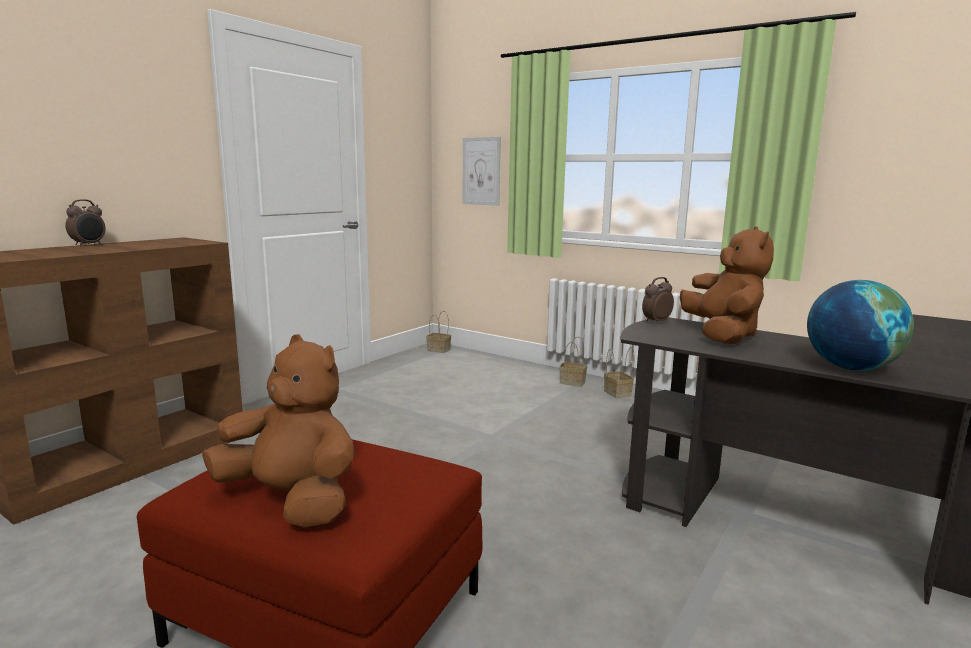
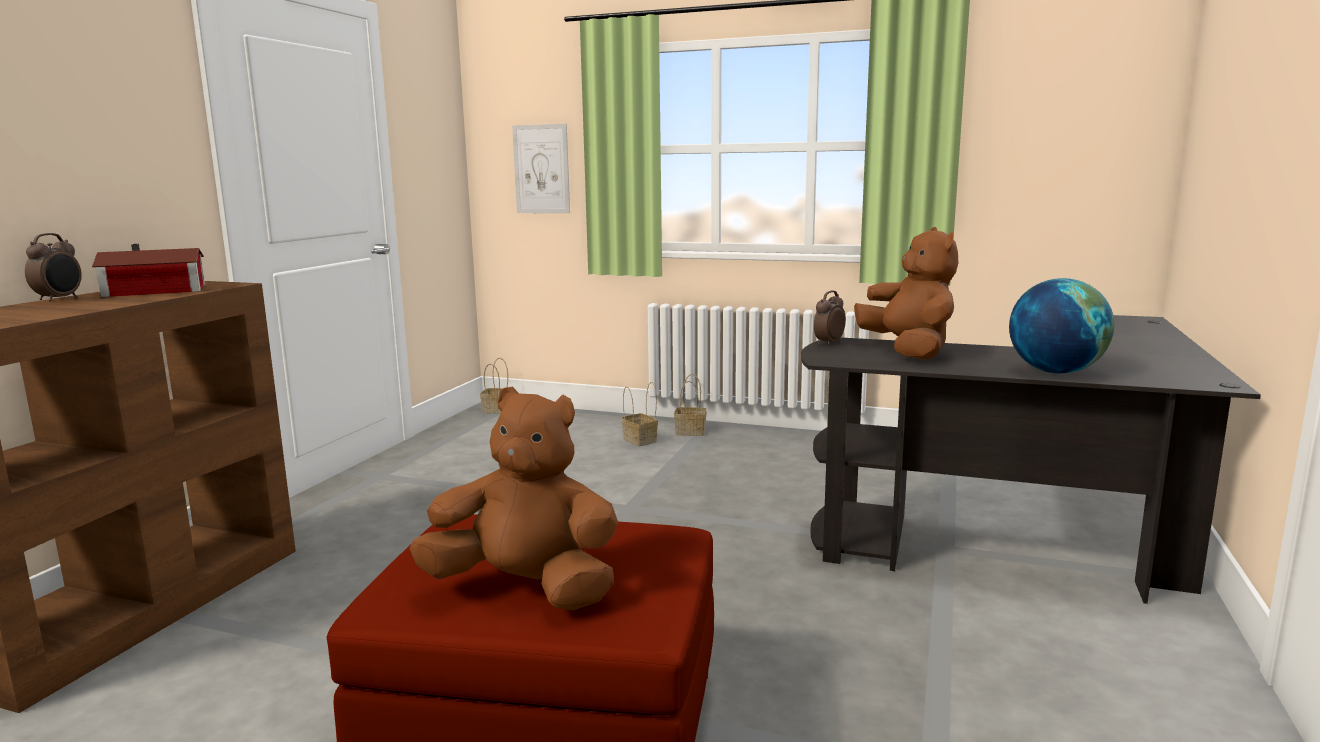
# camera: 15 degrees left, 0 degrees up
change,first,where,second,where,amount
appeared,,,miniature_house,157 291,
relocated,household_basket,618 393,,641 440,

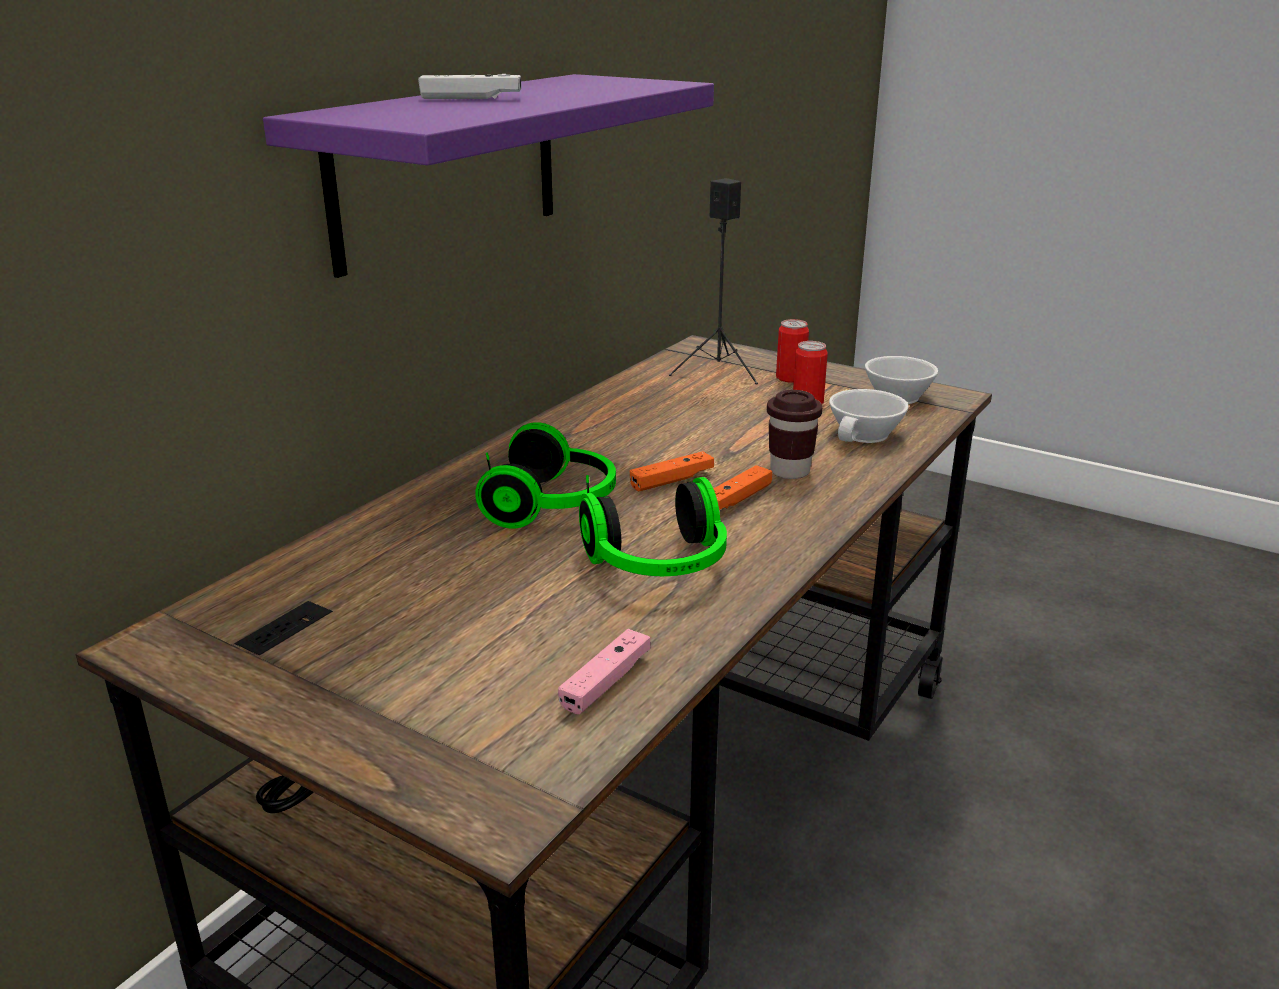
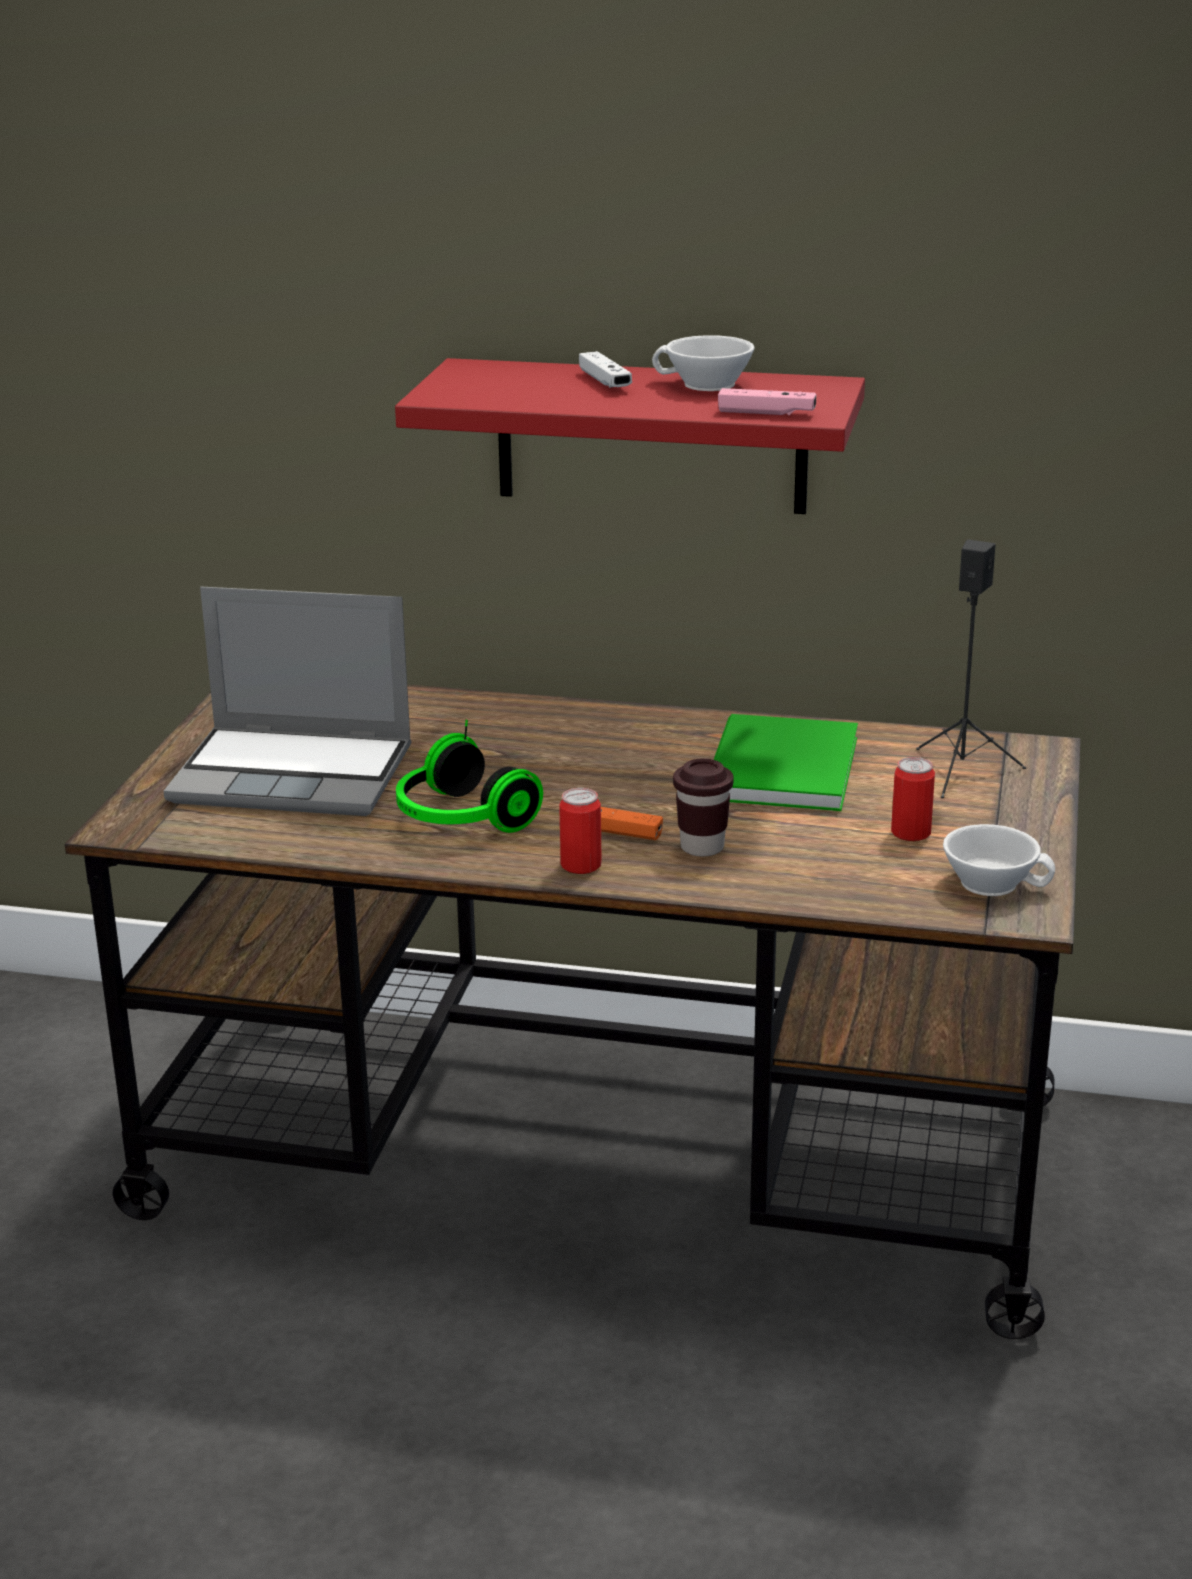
# camera: 70 degrees right, 0 degrees up
change,first,where,second,where,amount
appeared,,,notebook_computer,296 774,
colour,purple_shelf,448 169,reddish_shelf,651 436,
relocated,metal_can,790 378,,581 865,
relocated,white_drinking_cup,867 435,,705 385,
appeared,,,greenish_volume,777 770,
relocated,pink-coloured_game_controller,606 682,,766 413,
missing,pair_of_headphones,554 505,,,
missing,orange-coloured_game_controller,672 480,,,

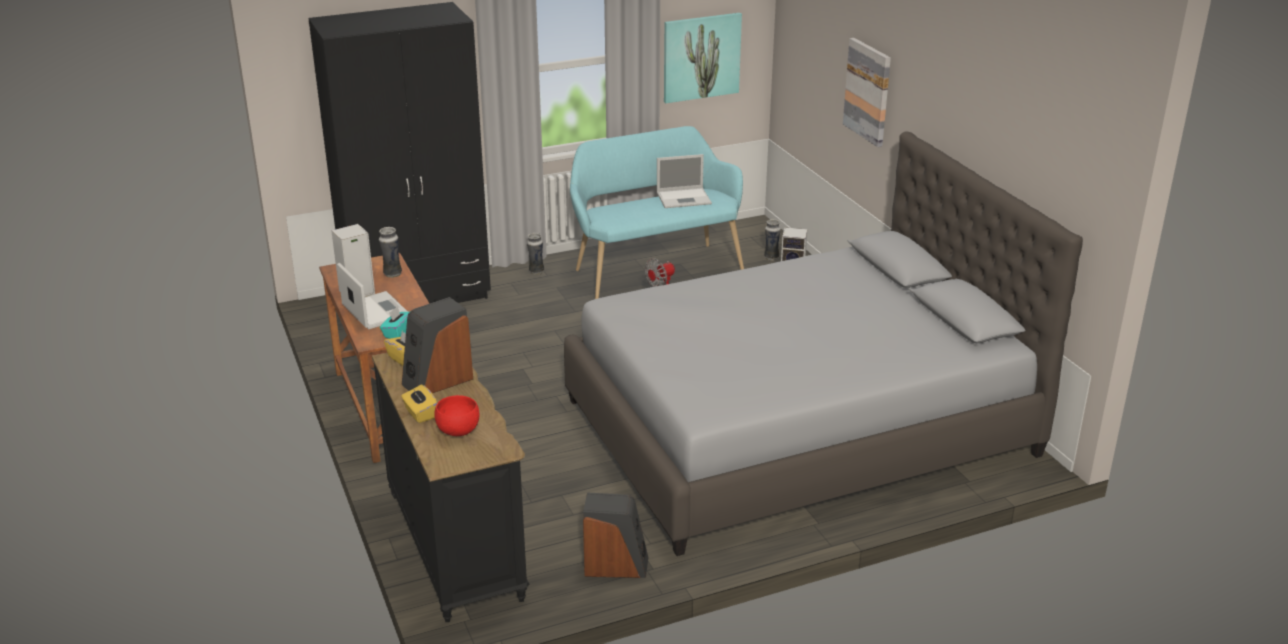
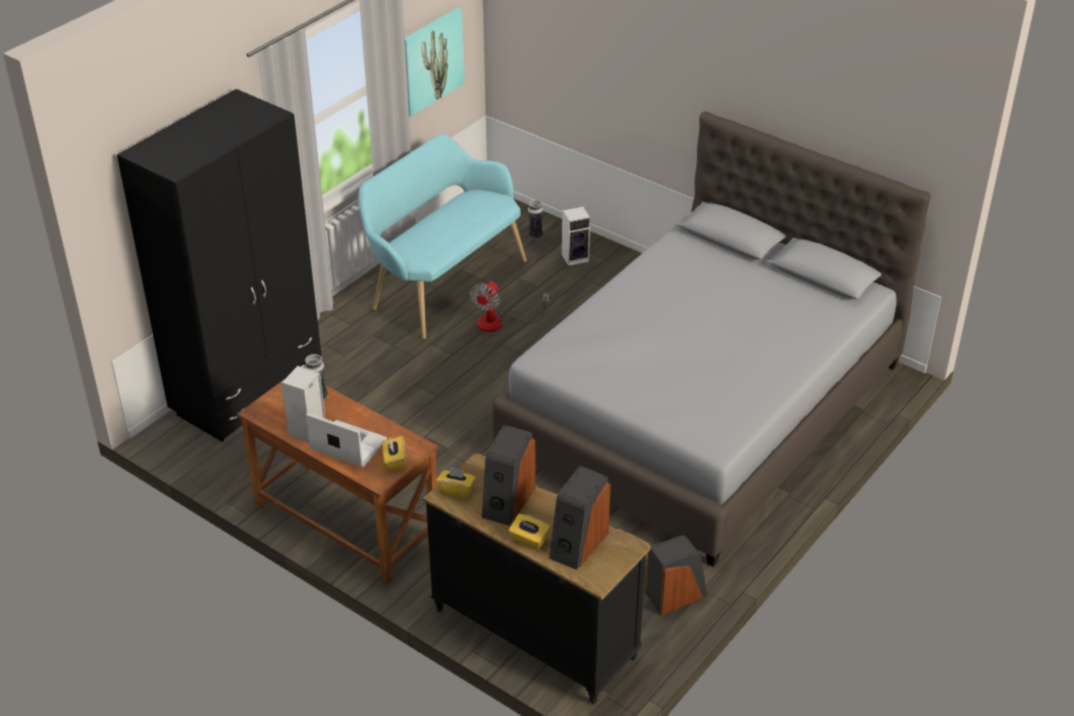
# camera: 30 degrees left, 10 degrees up
change,first,where,second,where,amount
colour,turquoise_box_of_tissues,398 333,yellowish_box_of_tissues,394 461,
exchanged,reddish_deep_dish,459 431,audio_speaker,578 544,
missing,decorative_vase,536 272,,,
missing,notebook_computer,684 198,,,
missing,wall_picture,868 91,,,

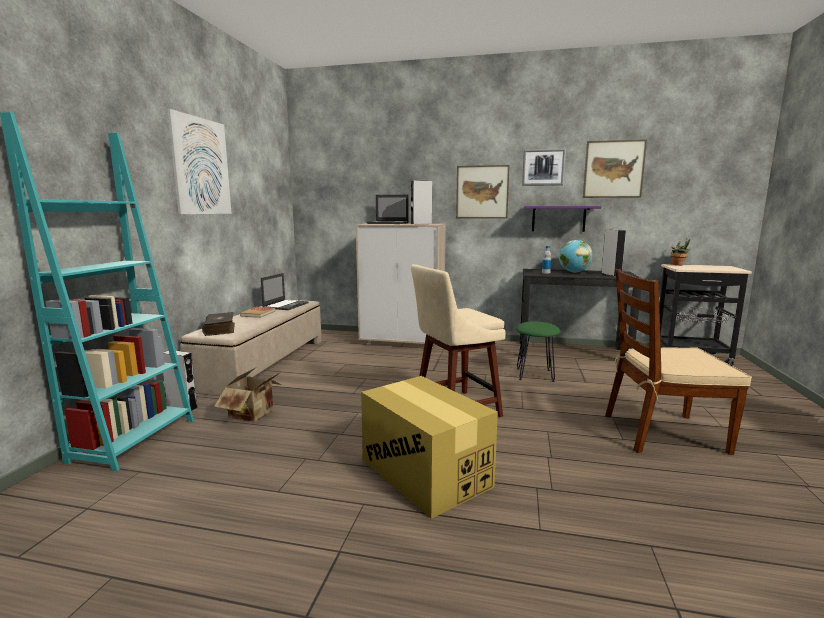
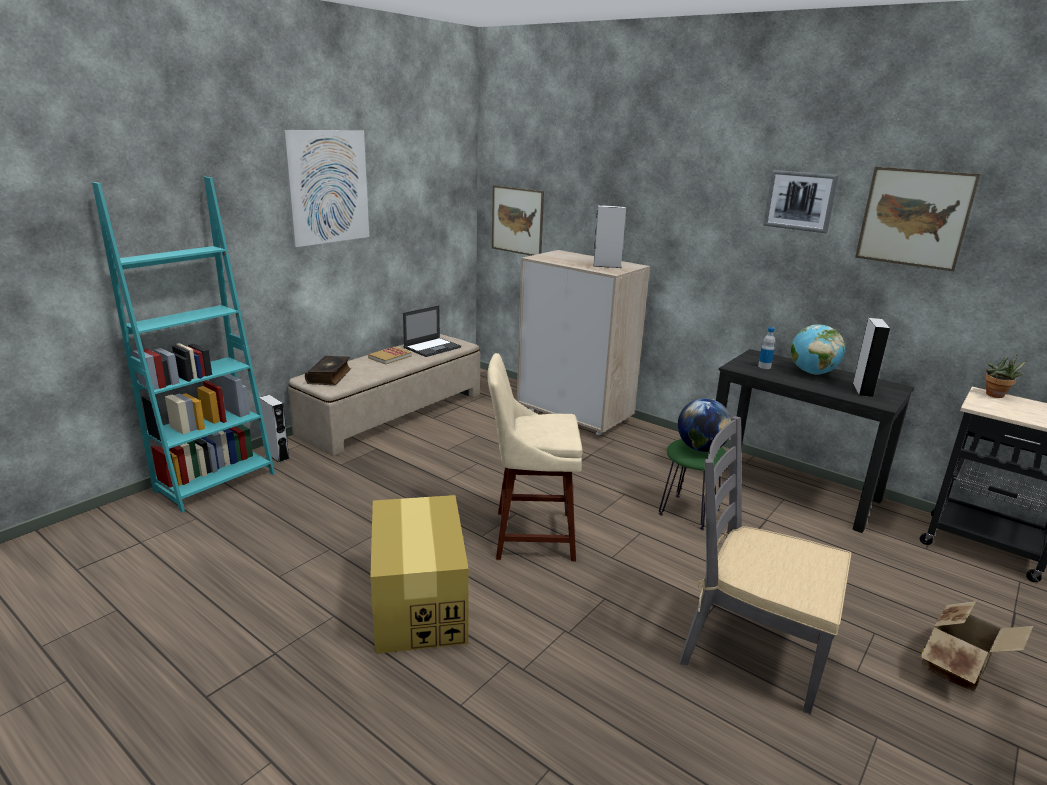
# camera: 25 degrees right, 10 degrees up
change,first,where,second,where,amount
relocated,wall_picture,482 192,,517 220,
appeared,,,globe,701 448,
colour,brown-coloured_upright_chair,662 433,grey_upright_chair,751 650,
relocated,cardboard_box,255 414,,959 670,
missing,notebook_computer,388 223,,,
missing,purple_shelf,558 218,,,

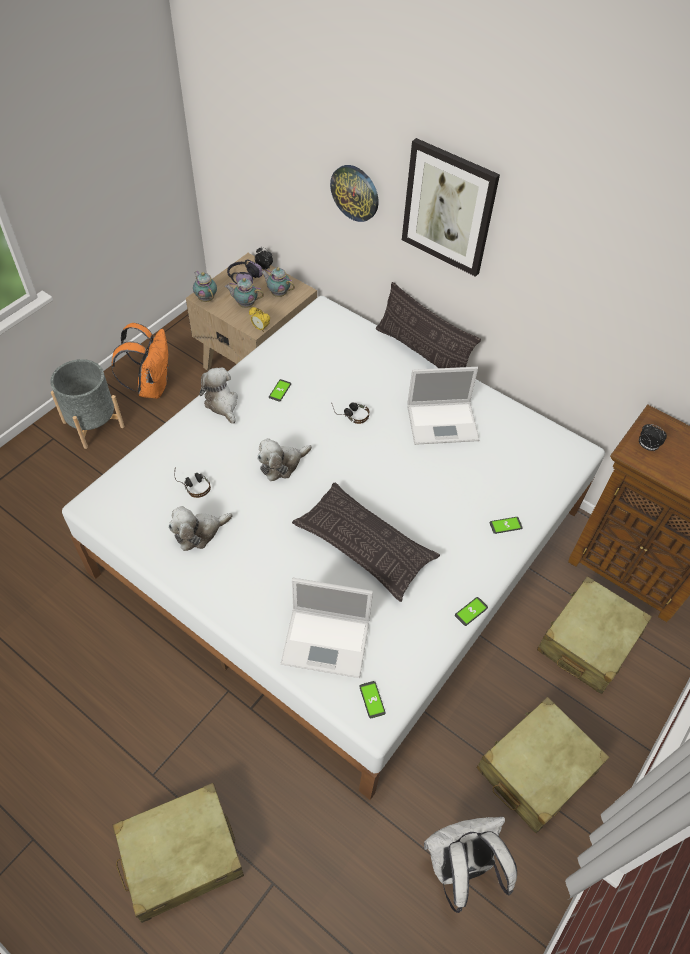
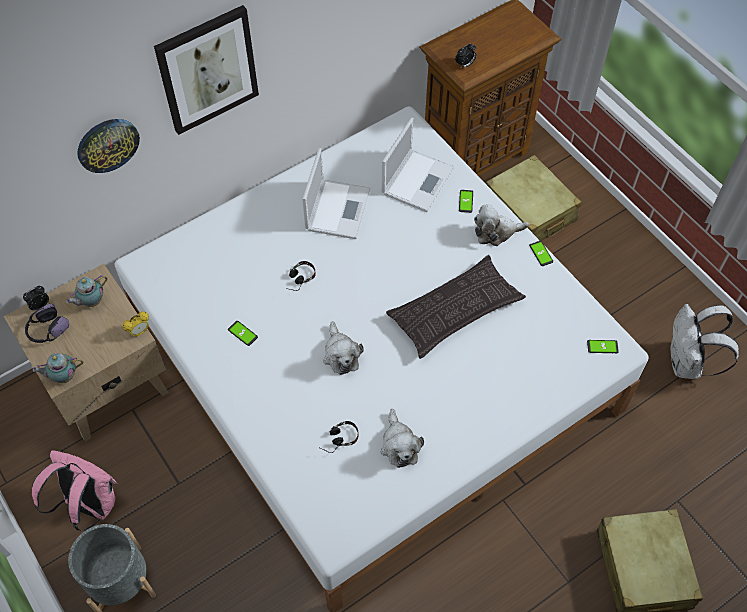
# camera: 70 degrees left, 5 degrees up
change,first,where,second,where,amount
colour,orange-coloured_knapsack,152 386,pink-coloured_knapsack,89 504,
relocated,notebook_computer,327 642,,418 179,
relocated,soft_toy,222 404,,496 232,
missing,pot_for_tea,245 304,,,
missing,pillow,422 354,,,
missing,beige_travel_case,536 769,,,

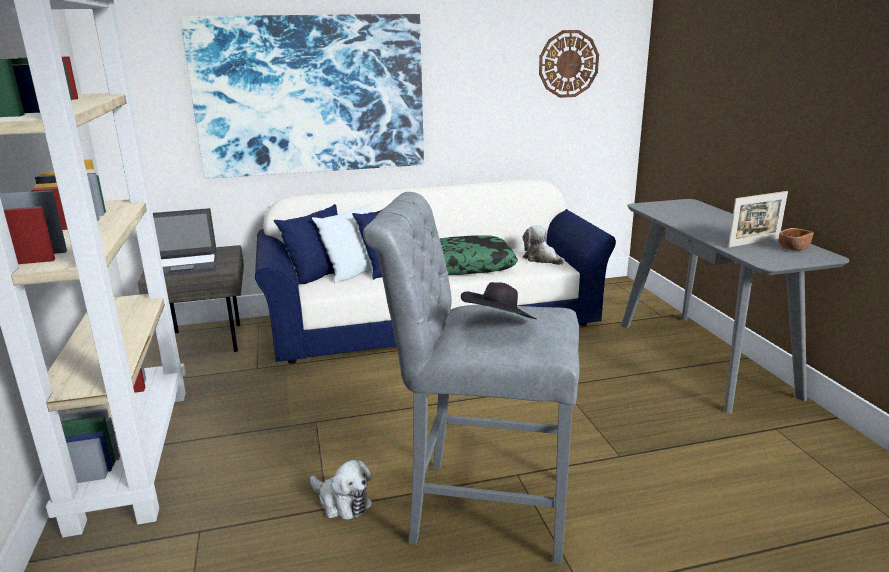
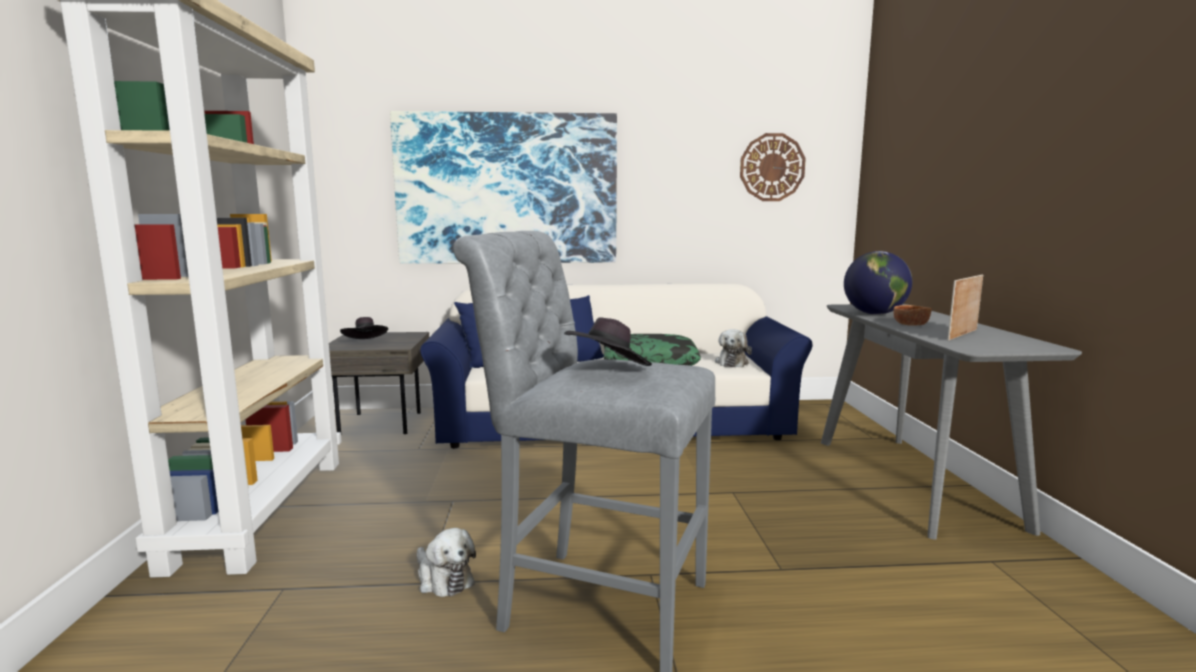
# camera: 10 degrees right, 10 degrees down
change,first,where,second,where,amount
exchanged,notebook_computer,184 266,blackish_wearable_hat,366 342,
spun,soft_toy,541 259,,732 362,135 degrees counterclockwise
appeared,,,globe,874 314,
relocated,brown-coloured_deep_dish,793 248,,910 324,
spun,picture_frame,754 242,,962 334,150 degrees clockwise

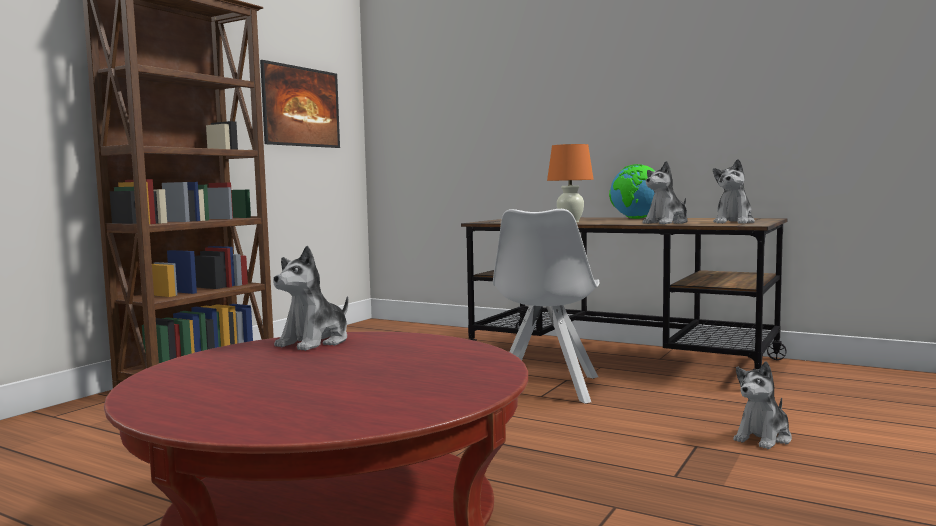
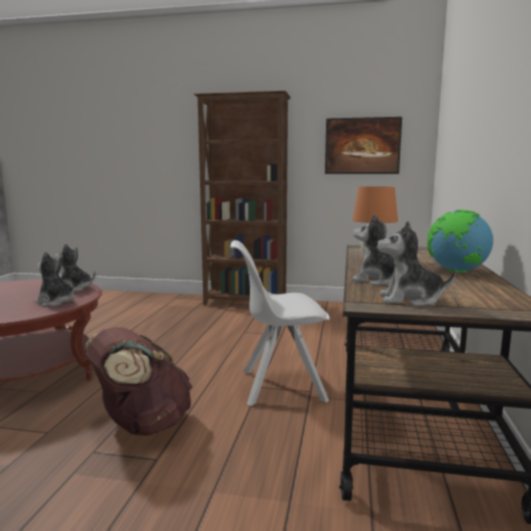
# camera: 70 degrees right, 5 degrees up
change,first,where,second,where,amount
relocated,soft_toy,763 438,,56 302,
appeared,,,brown-coloured_knapsack,142 425,

